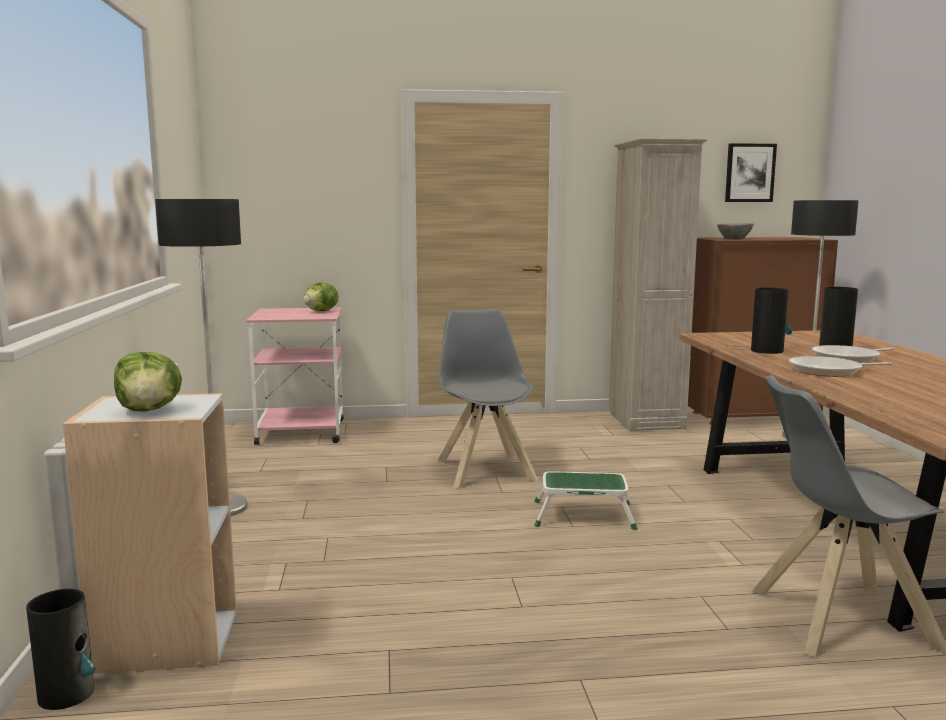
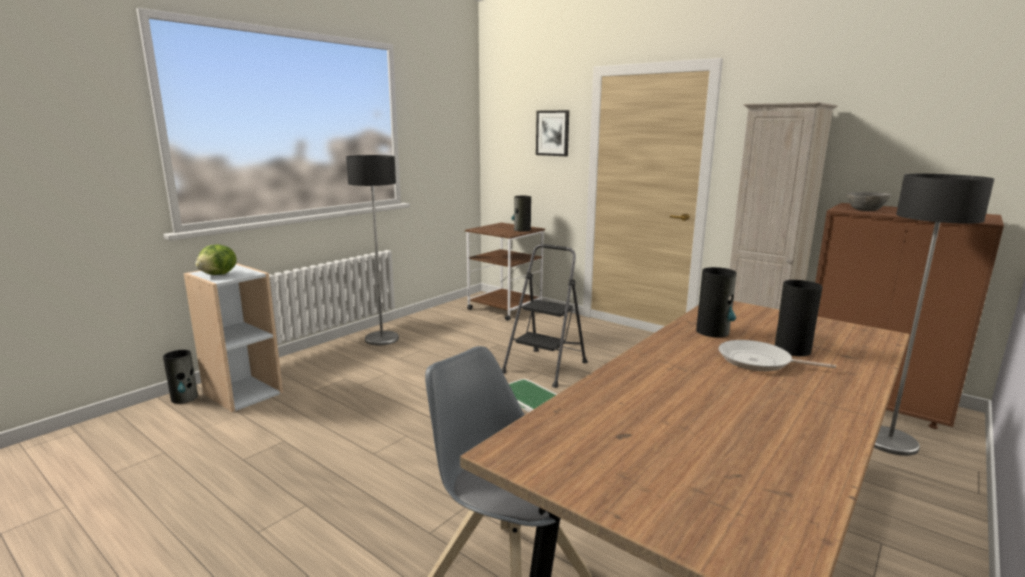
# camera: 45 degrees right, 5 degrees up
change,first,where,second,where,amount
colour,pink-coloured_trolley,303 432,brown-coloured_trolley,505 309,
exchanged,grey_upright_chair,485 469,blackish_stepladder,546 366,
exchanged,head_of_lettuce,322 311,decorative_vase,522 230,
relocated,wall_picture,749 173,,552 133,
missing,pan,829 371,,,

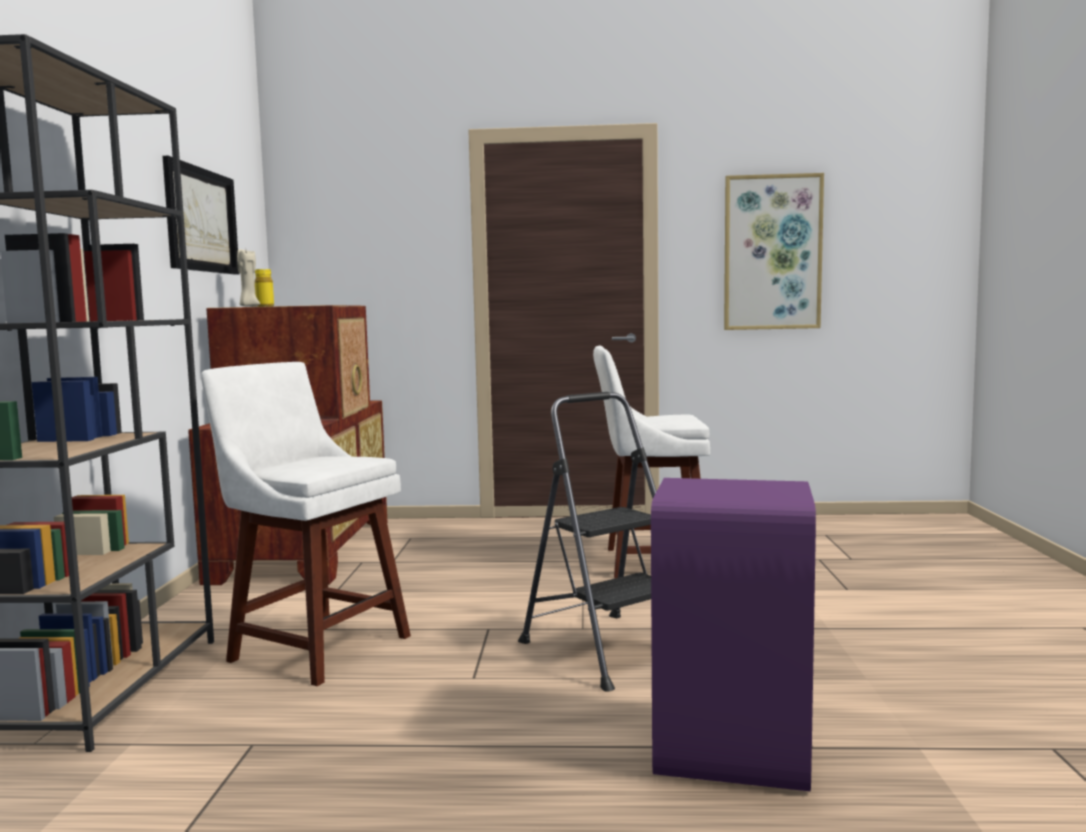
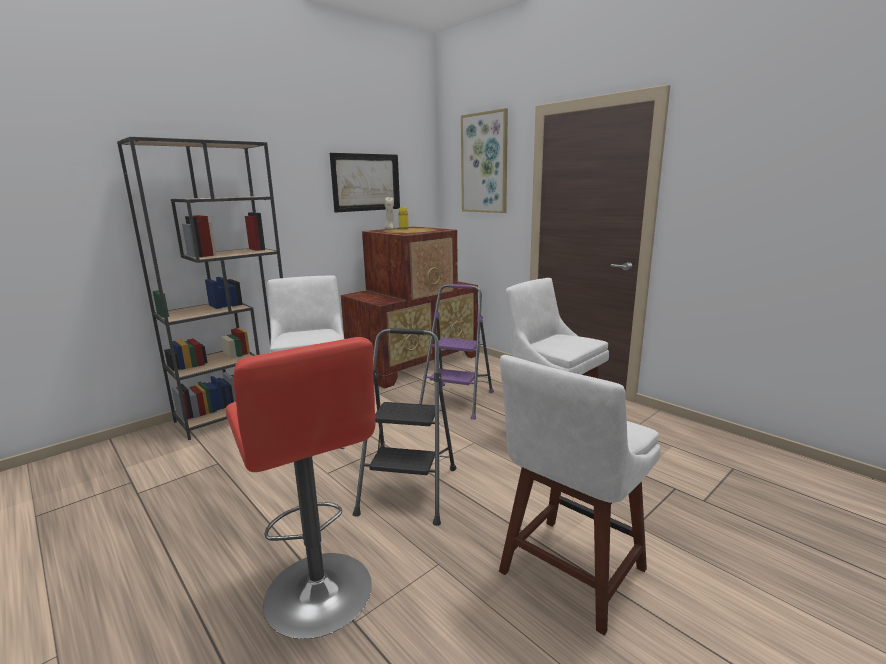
# camera: 45 degrees right, 10 degrees up
change,first,where,second,where,amount
exchanged,purple_trash_can,733 754,reddish_stool_seat,318 594,
appeared,,,purple_stepladder,458 399,
relocated,wall_picture,772 253,,484 163,
appeared,,,white_upright_chair,568 574,

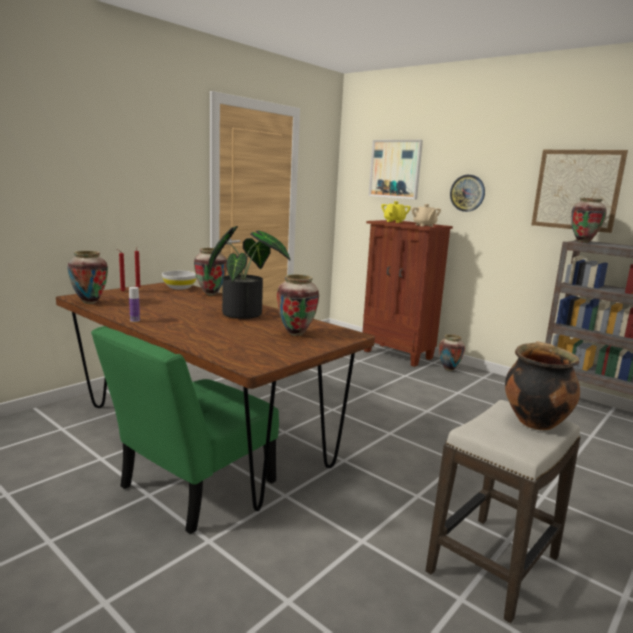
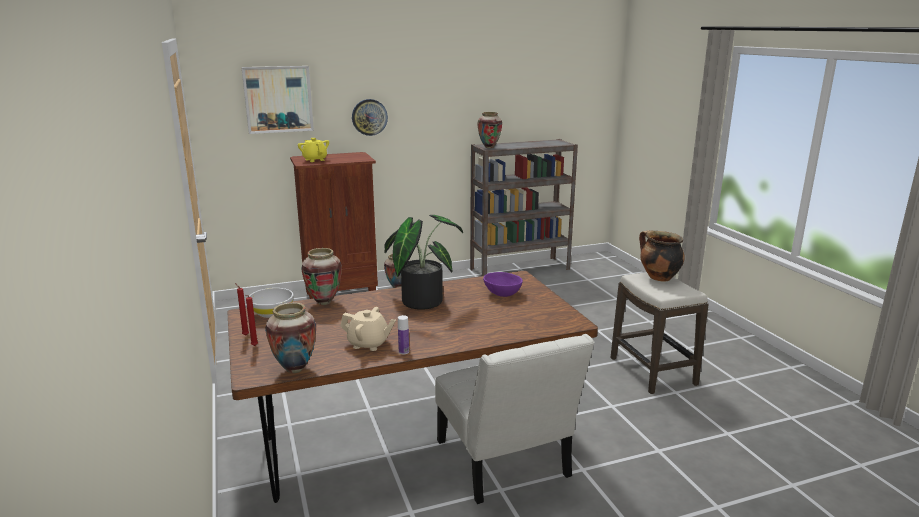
# camera: 60 degrees left, 5 degrees up
change,first,where,second,where,amount
relocated,beige_pot_for_tea,424 225,,368 344,
colour,greenish_upright_chair,191 488,white_upright_chair,505 464,
exchanged,decorative_vase,296 334,purple_deep_dish,502 293,
missing,wall_picture,577 189,,,

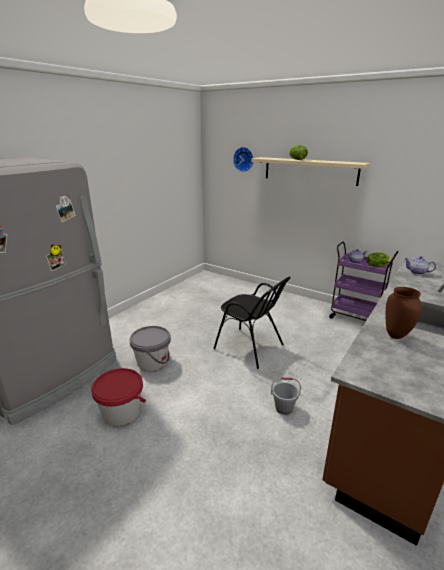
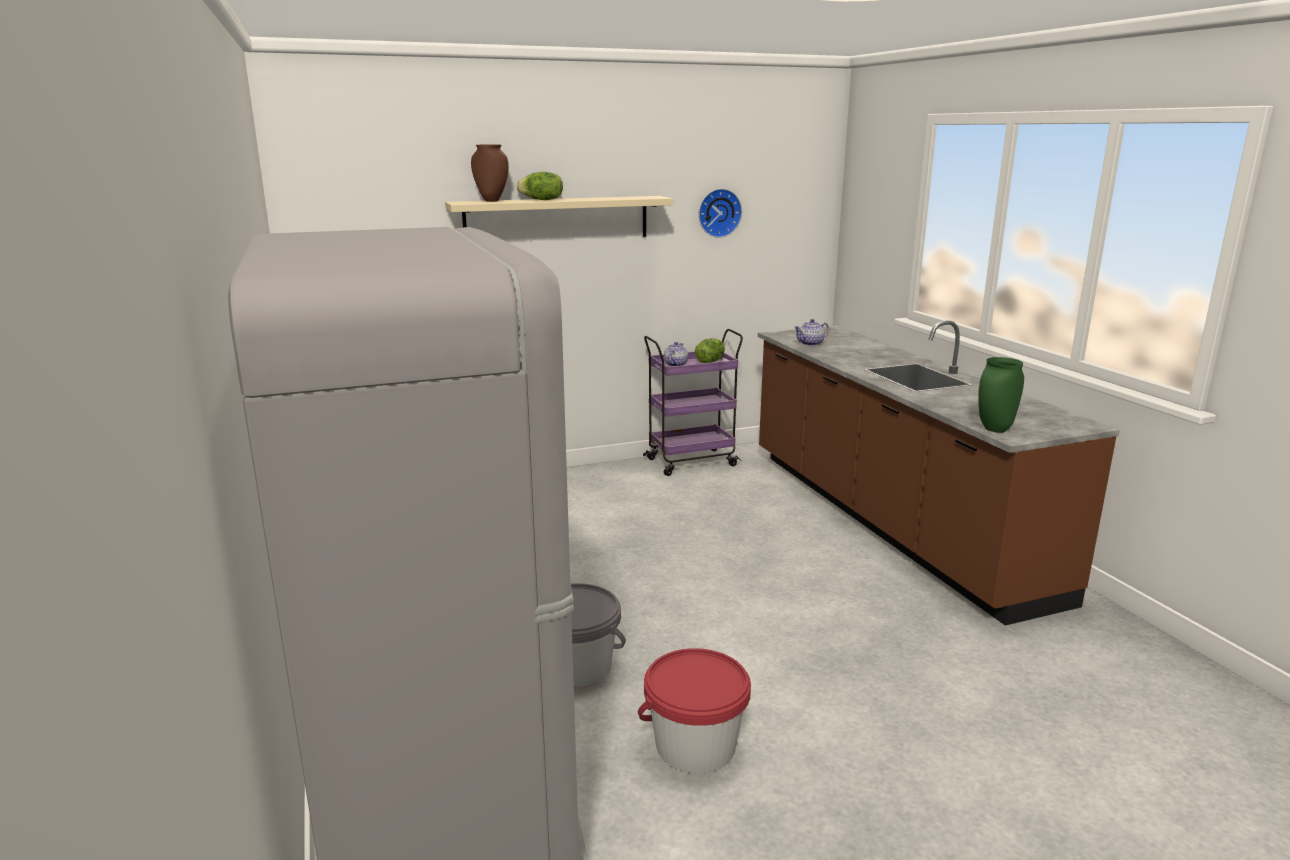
# camera: 55 degrees left, 5 degrees down
change,first,where,second,where,amount
relocated,brown-coloured_decorative_vase,395 336,,491 201,
relocated,clock_on_the_wall,244 159,,718 212,
appeared,,,greenish_decorative_vase,994 429,
missing,blackish_upright_chair,251 349,,,
missing,grey_water_bucket,284 408,,,

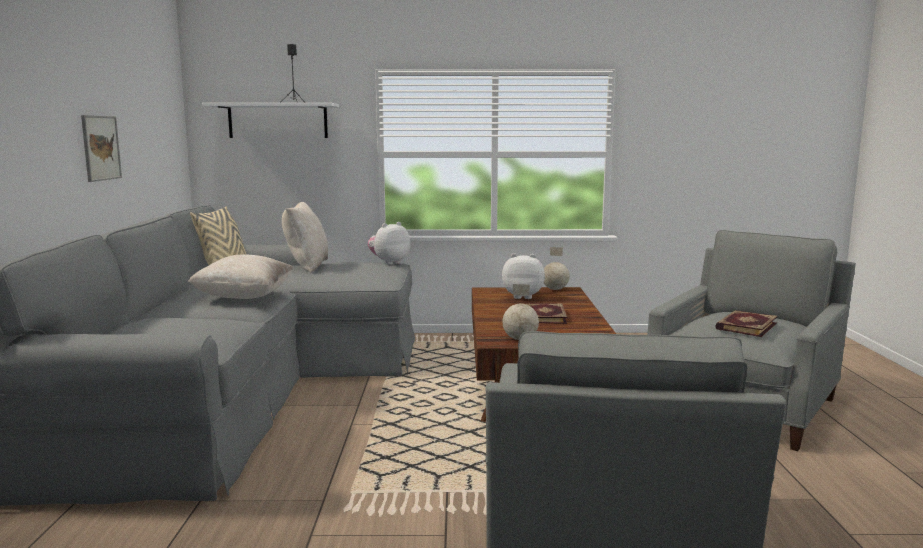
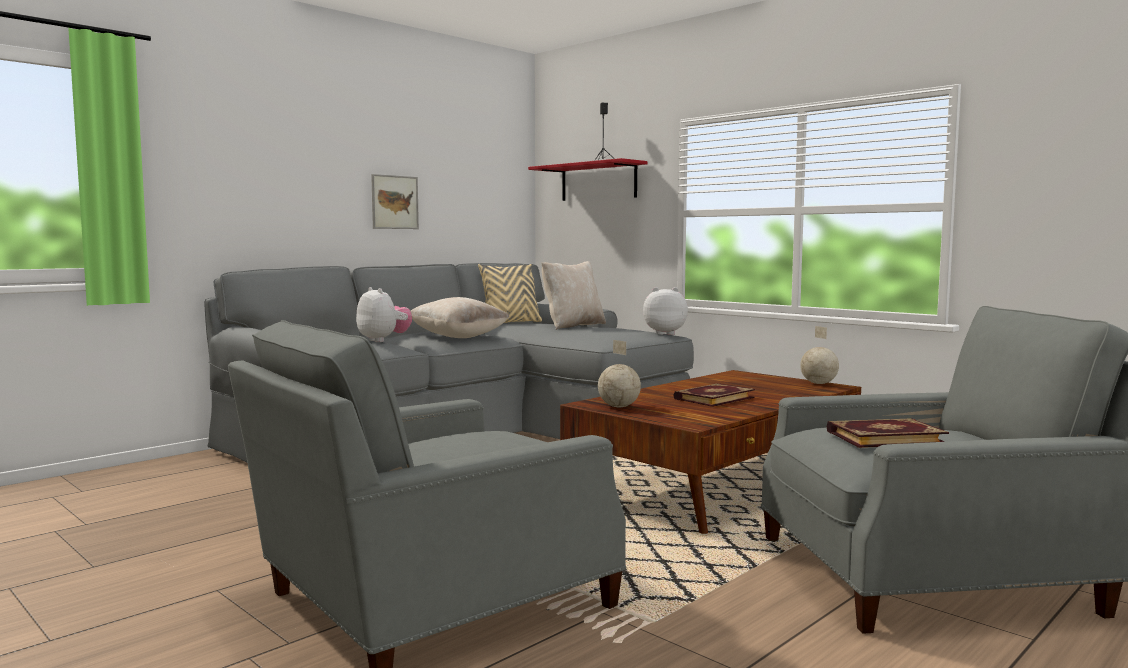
# camera: 45 degrees right, 5 degrees down
change,first,where,second,where,amount
relocated,soft_toy,523 296,,383 340,
colour,white_shelf,278 121,reddish_shelf,598 182,

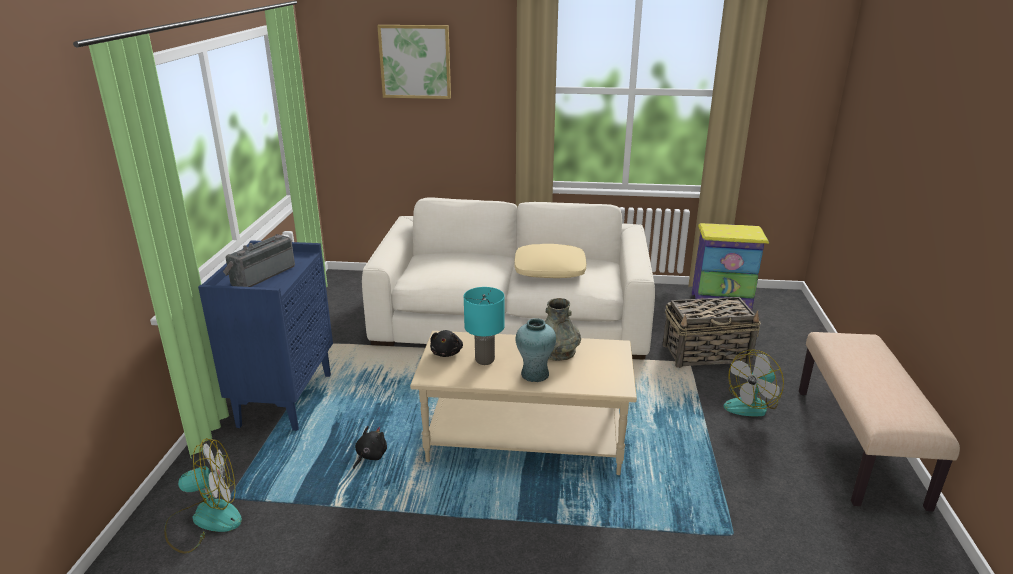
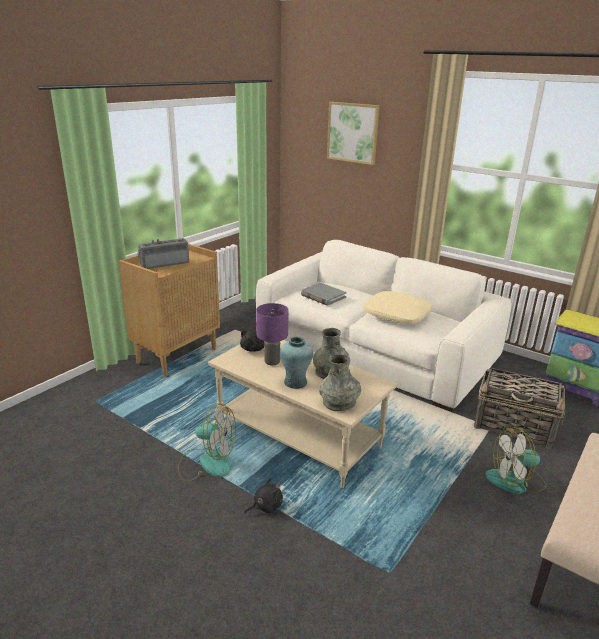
# camera: 30 degrees right, 0 degrees up
change,first,where,second,where,amount
colour,bluish_cabinet,286 399,brown-coloured_cabinet,177 355,
relocated,cooling_fan,204 520,,207 462,
relocated,blackish_soft_toy,370 456,,266 506,
colour,turquoise_table_lamp,484 361,purple_table_lamp,271 362,
appeared,,,grey_volume,323 296,
appeared,,,grey_decorative_vase,339 402,

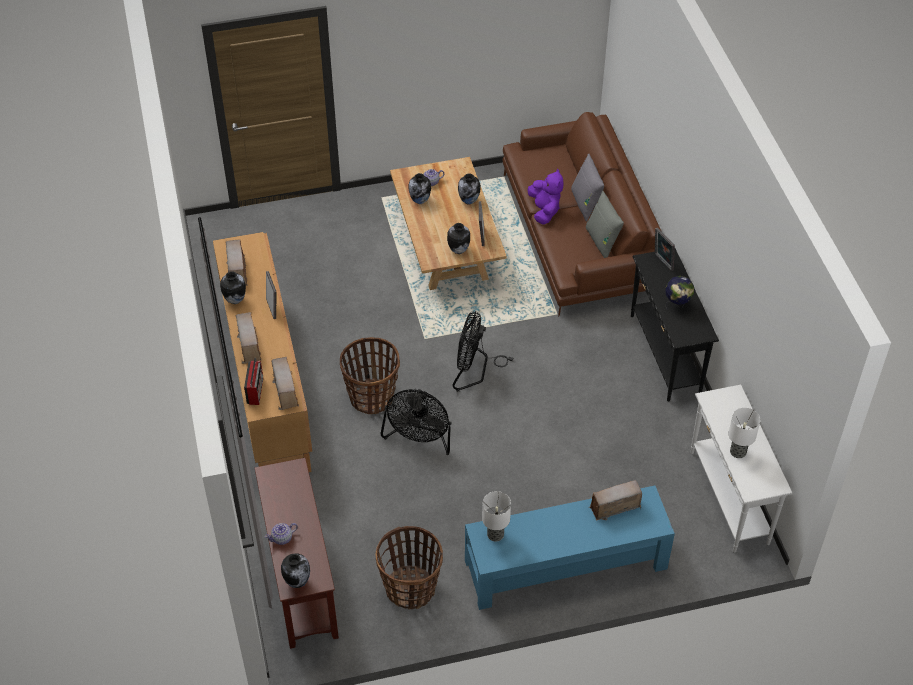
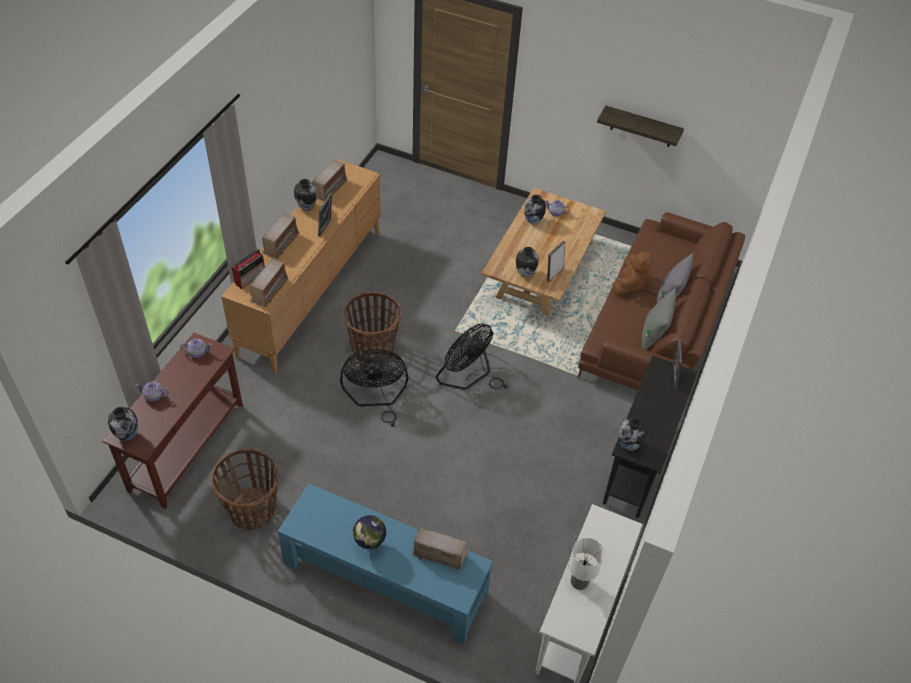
# camera: 35 degrees right, 0 degrees up
change,first,where,second,where,amount
appeared,,,pot_for_tea,197 352,
spun,blackish_cooling_fan,418 435,,377 398,120 degrees clockwise
relocated,globe,677 305,,370 544,
appeared,,,shelf,642 127,
colour,purple_soft_toy,544 211,brown-coloured_soft_toy,628 284,
relocated,decorative_vase,469 201,,628 446,
missing,table_lamp,496 534,,,

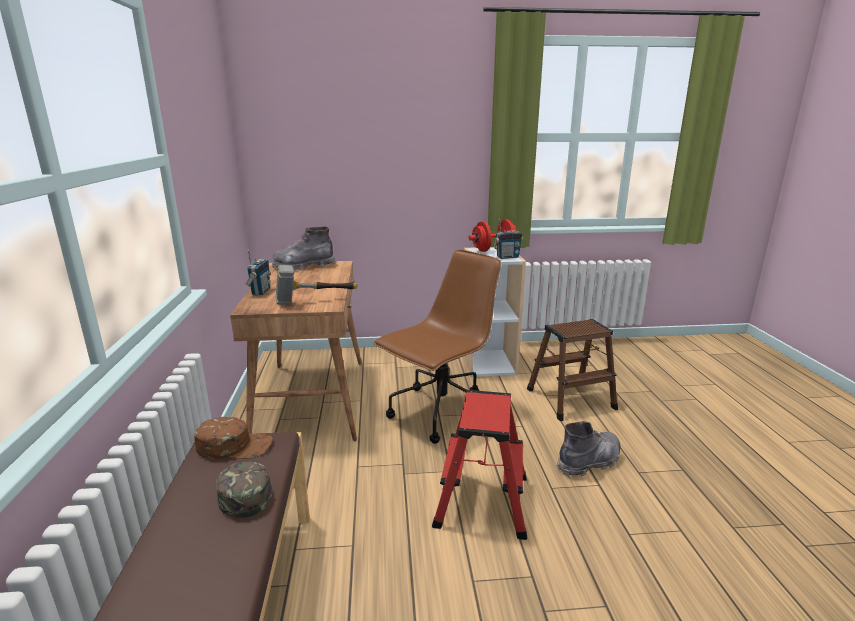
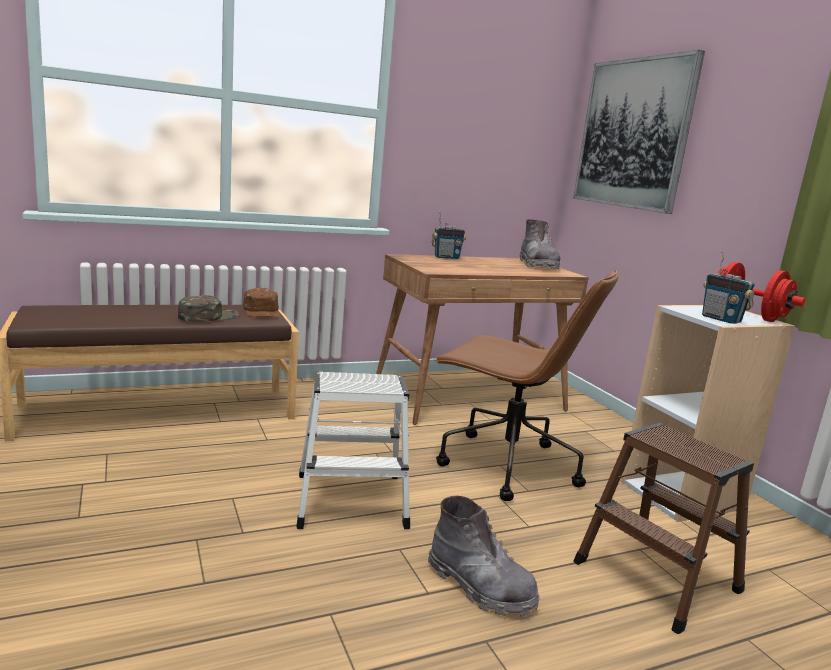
# camera: 70 degrees right, 5 degrees down
change,first,where,second,where,amount
colour,reddish_stepladder,482 500,white_stepladder,351 499,
spun,grey_high-top_boot,303 266,,537 265,150 degrees counterclockwise
appeared,,,wall_picture,633 134,
missing,tool_hammer,315 301,,,

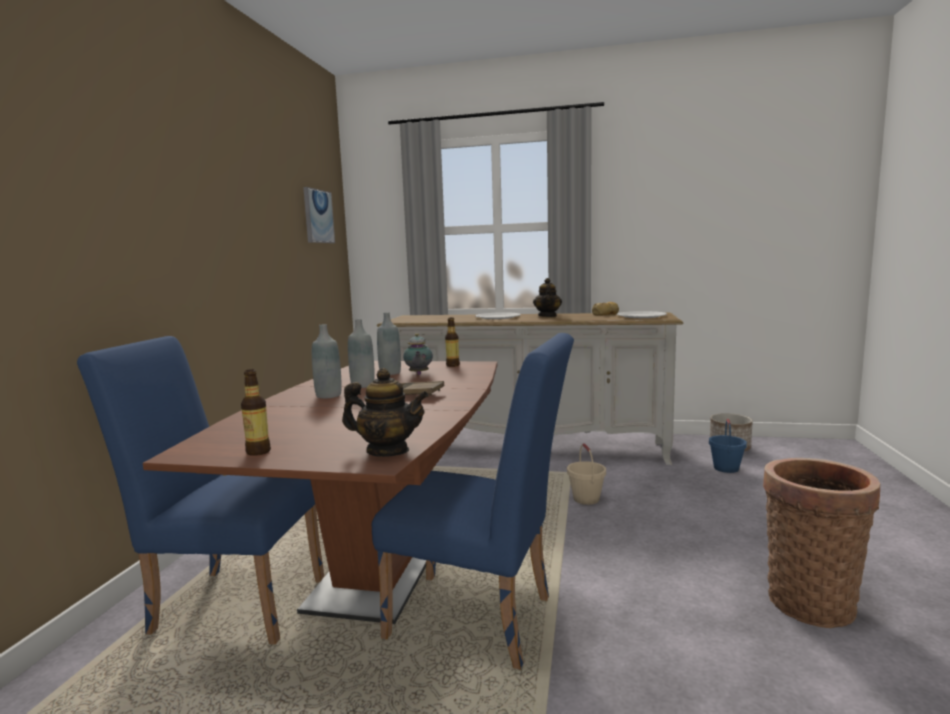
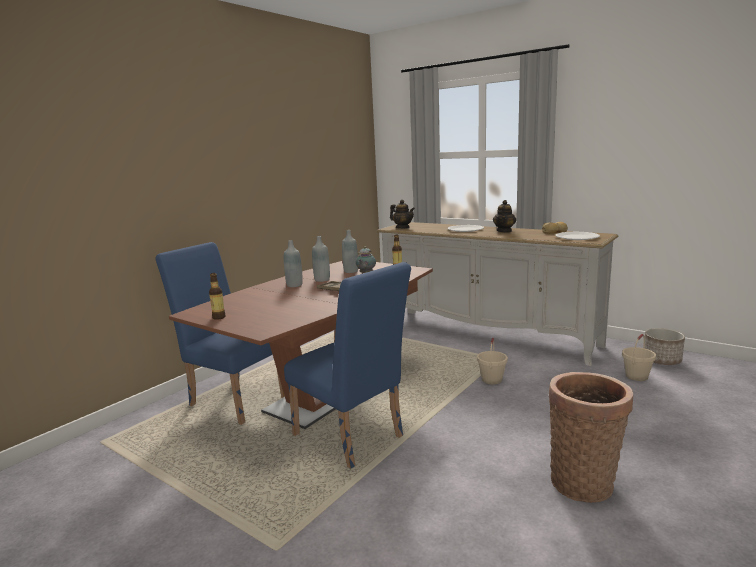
# camera: 25 degrees right, 5 degrees up
change,first,where,second,where,amount
relocated,pot_for_tea,387 451,,402 228,
colour,bluish_water_bucket,726 468,beige_water_bucket,636 376,
missing,wall_picture,318 216,,,

